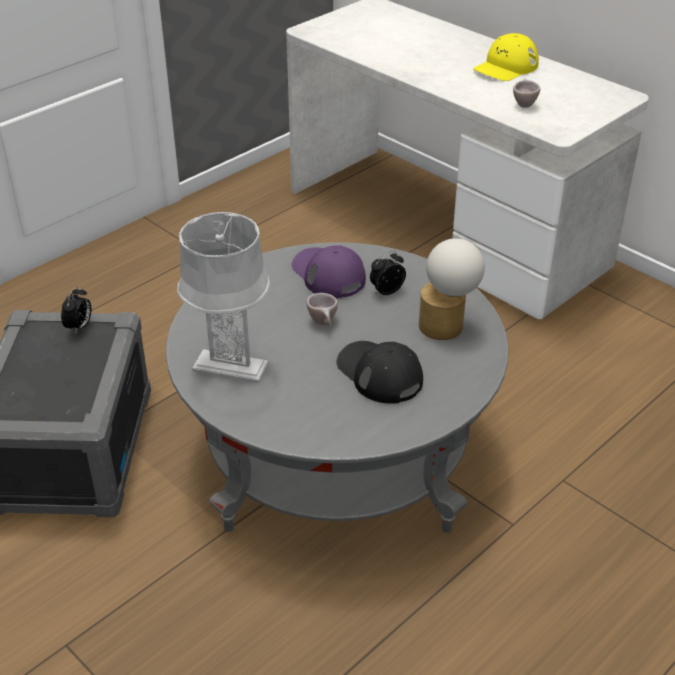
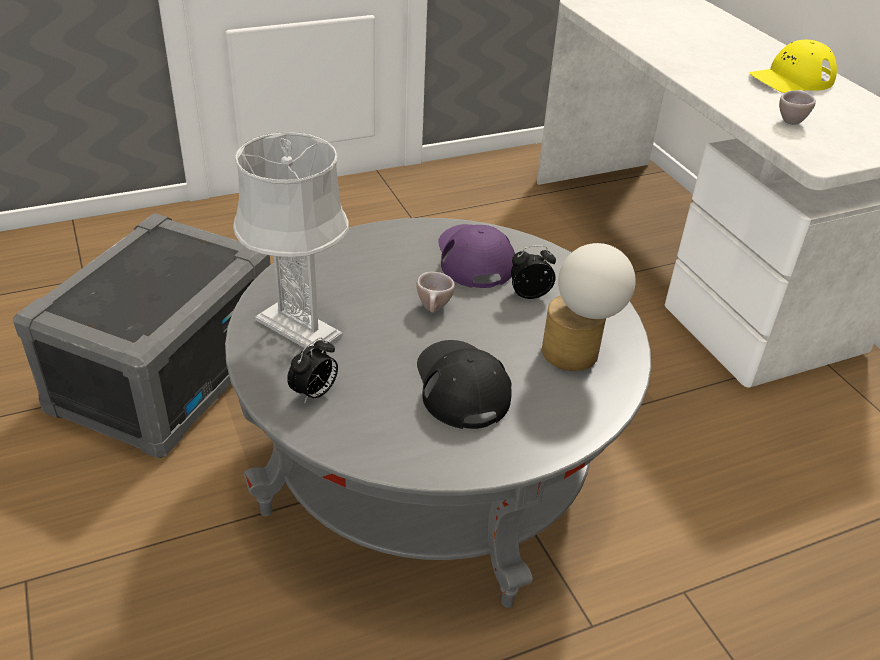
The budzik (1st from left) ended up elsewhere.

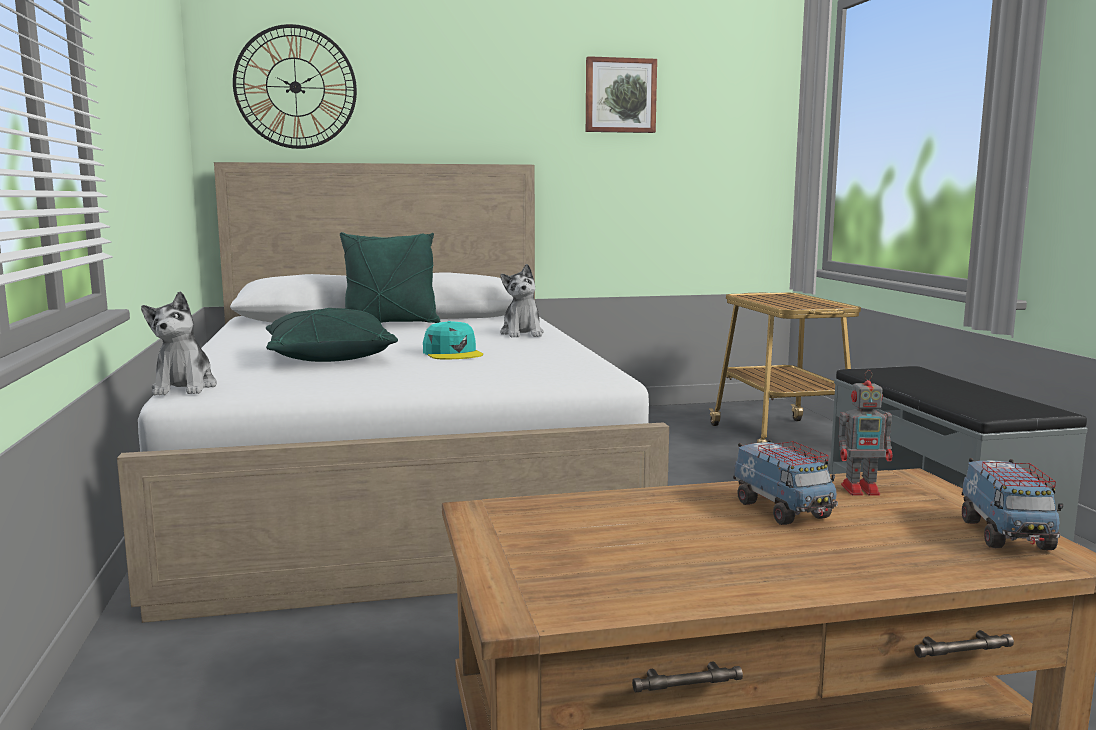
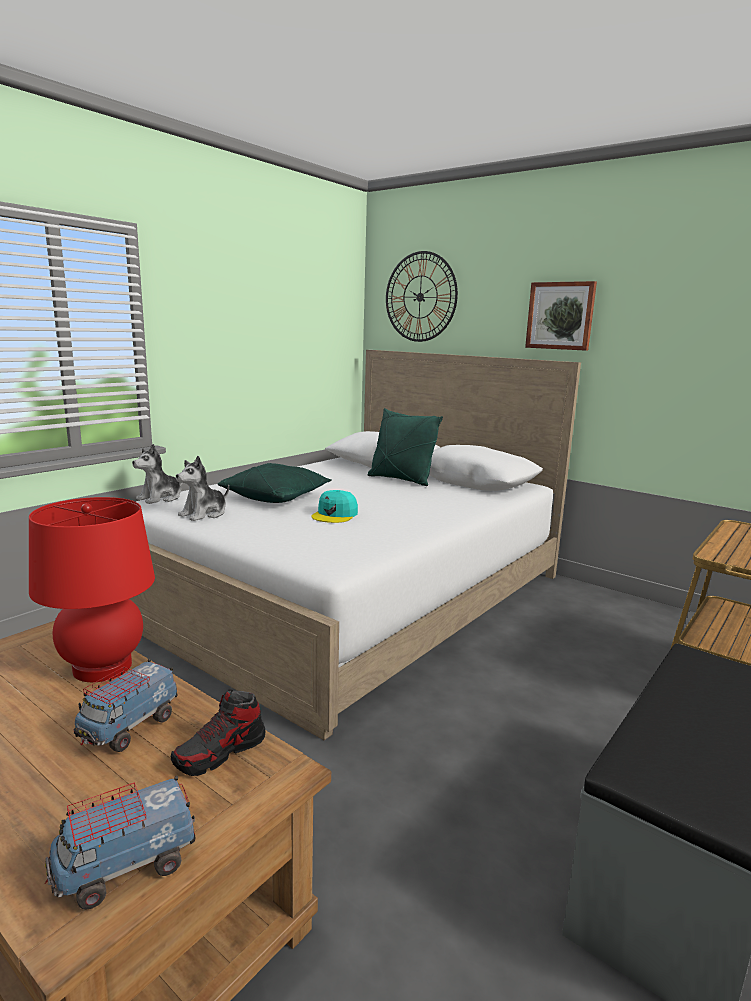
The pluszak (2nd from left) ended up elsewhere. The obraz ended up elsewhere. Where the robot zabawkowy stood, the but came to stand. The second view gained the lampa stołowa/czerwony.

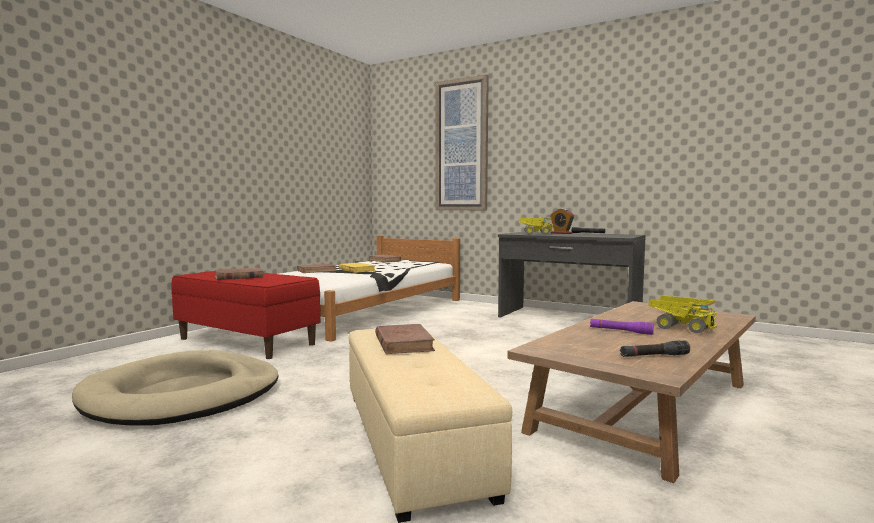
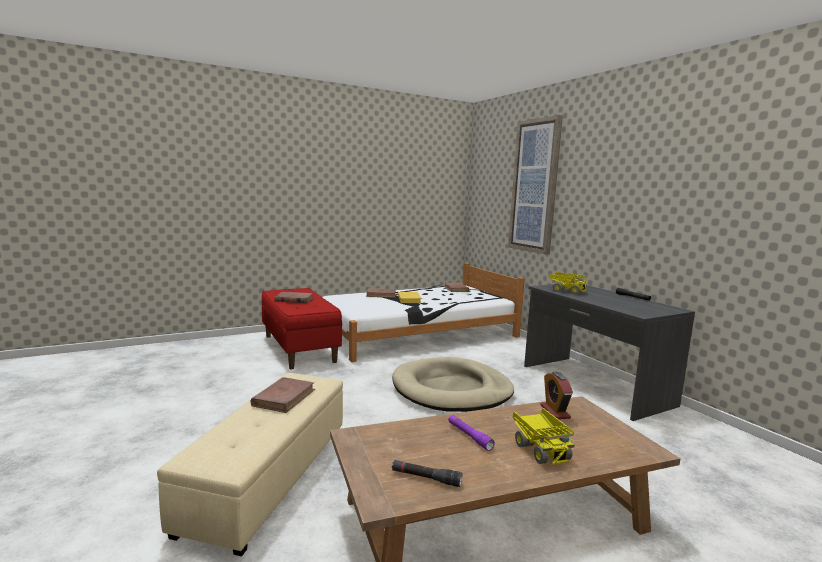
The legowisko/beżowy ended up elsewhere. The budzik ended up elsewhere.

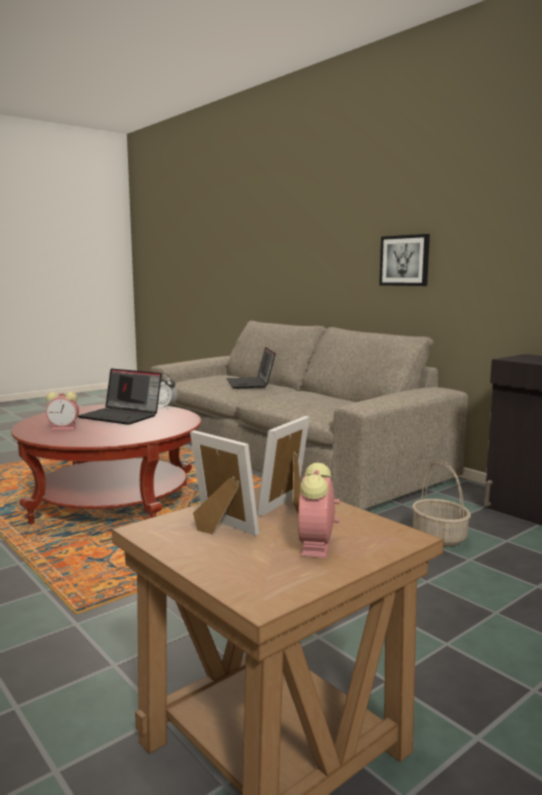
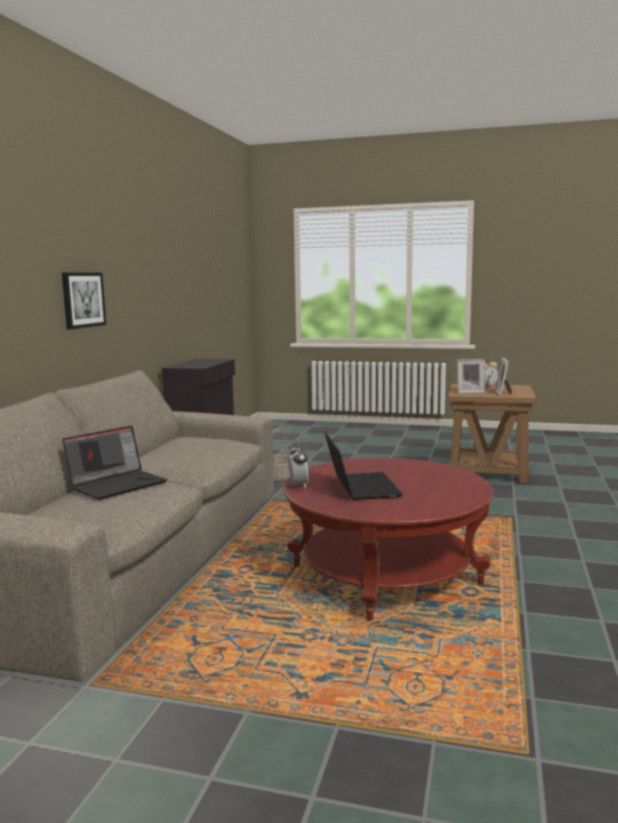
The second view lost the budzik (1st from left).

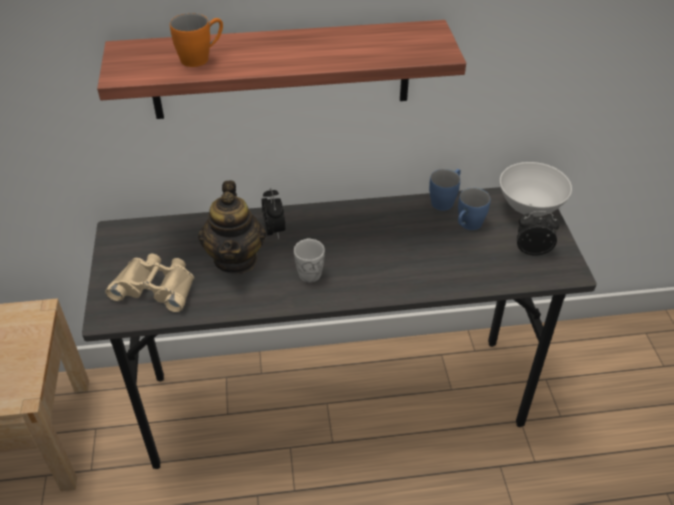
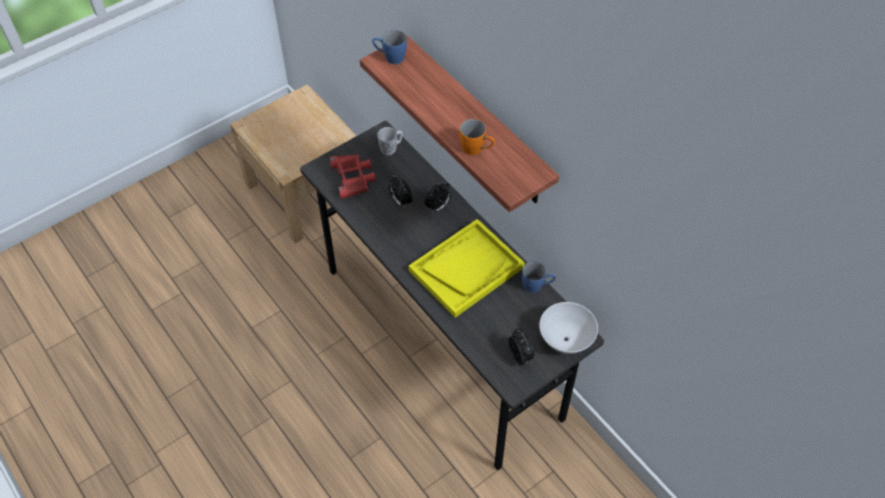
What was the lornetka/beżowy turned into the lornetka/czerwony. The kubek/pomarańczowy ended up elsewhere. Where the imbryk stood, the budzik (1st from left) came to stand. The kubek/biały ended up elsewhere. The kubek/niebieski (2nd from left in the first image) ended up elsewhere. The second view gained the taca/żółty.

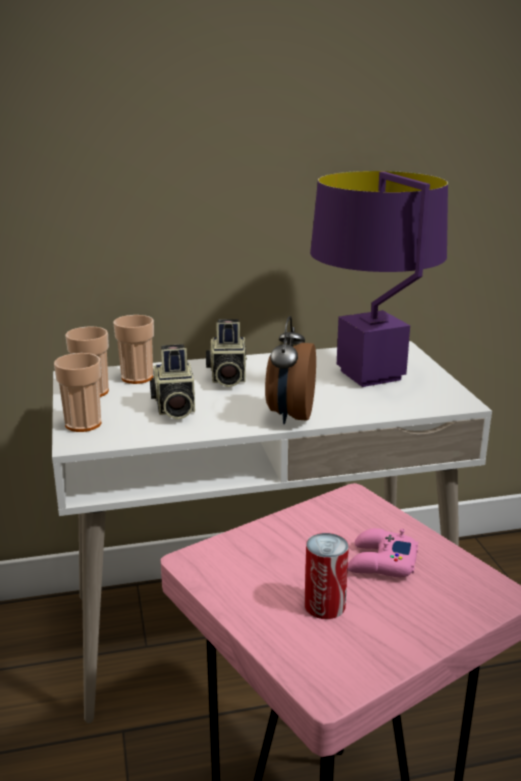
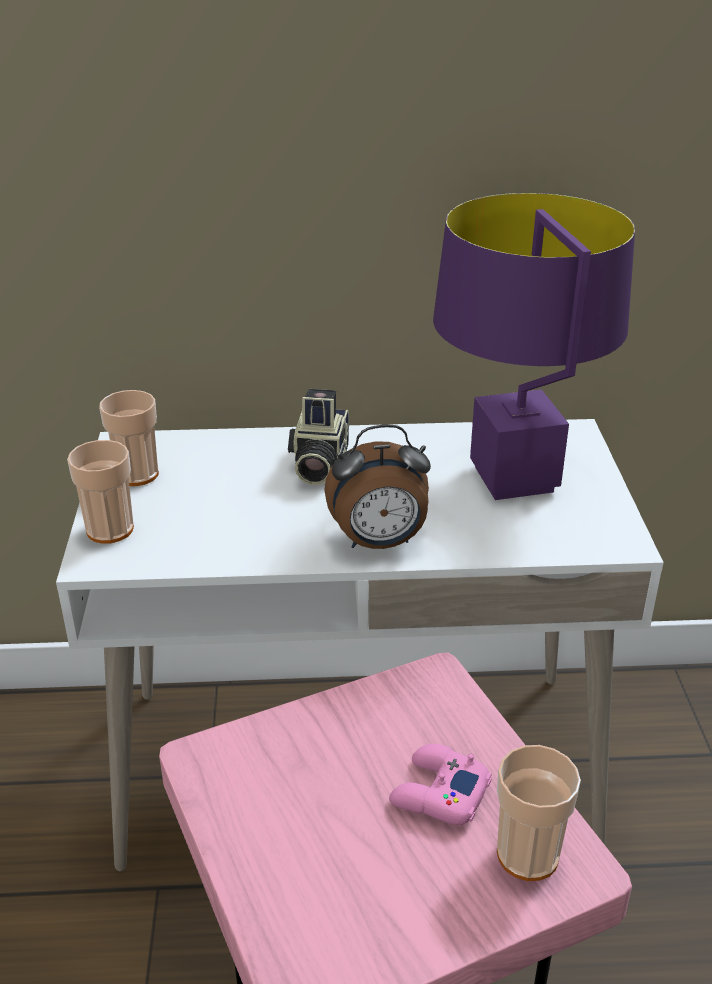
The filiżanka (3rd from left) ended up elsewhere. The second view lost the aparat fotograficzny (1st from left). The budzik ended up facing another way, 120 degrees counterclockwise from before. The second view lost the puszka.

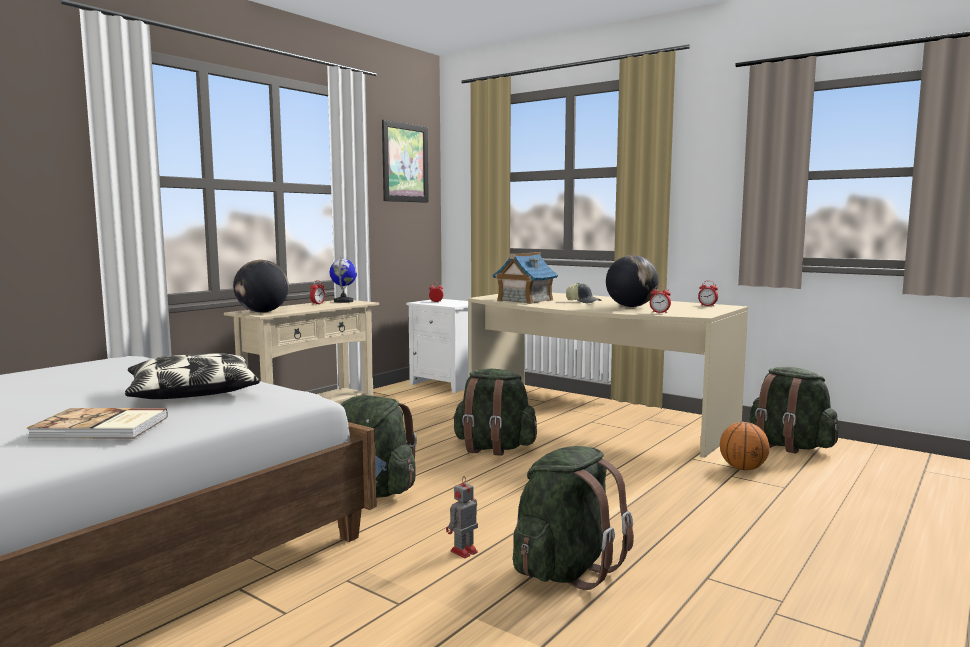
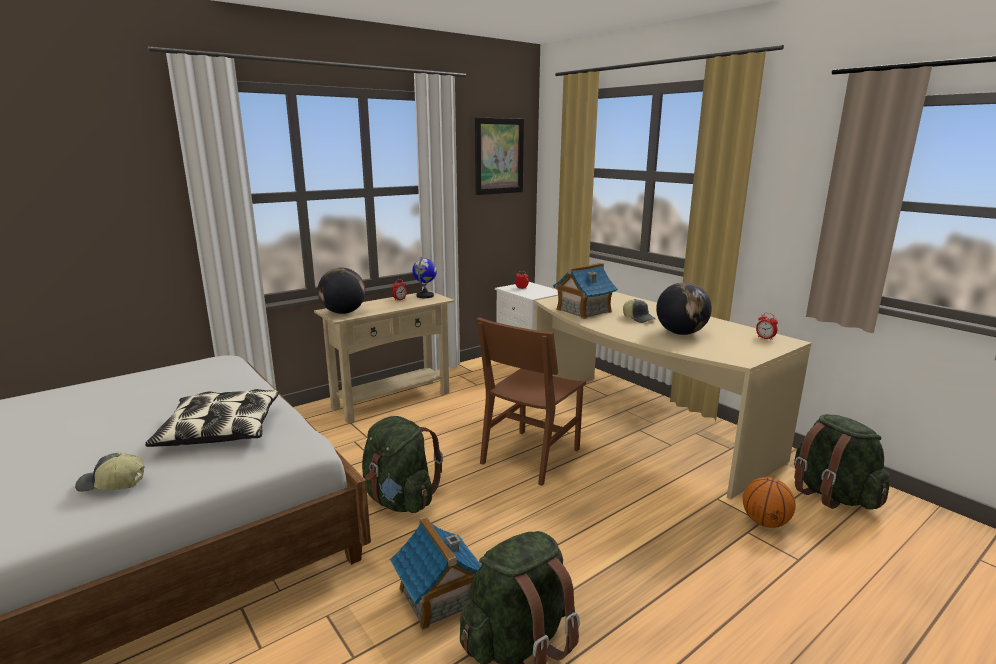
Where the książka stood, the czapka z daszkiem (1st from left) came to stand. Where the robot zabawkowy stood, the domek (1st from left) came to stand. Where the plecak/zielony (2nd from left) stood, the krzesło/brązowy came to stand. The second view lost the budzik (3rd from left).

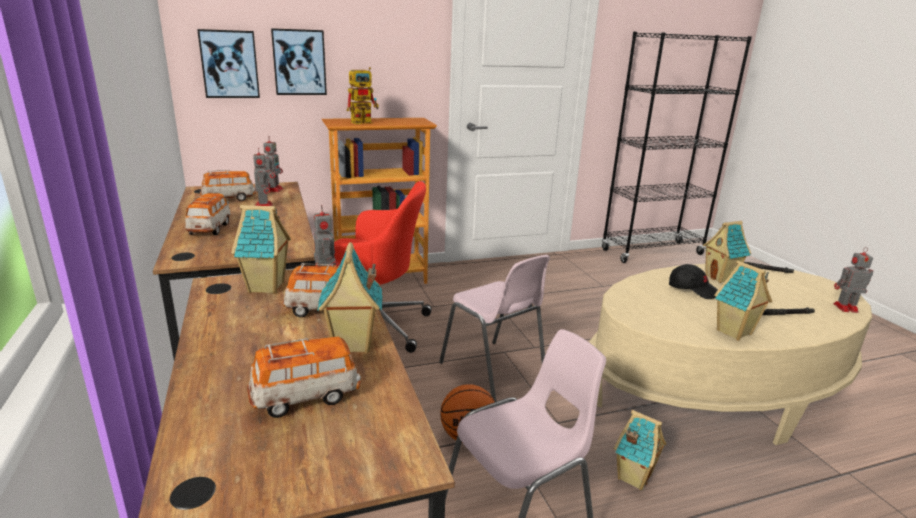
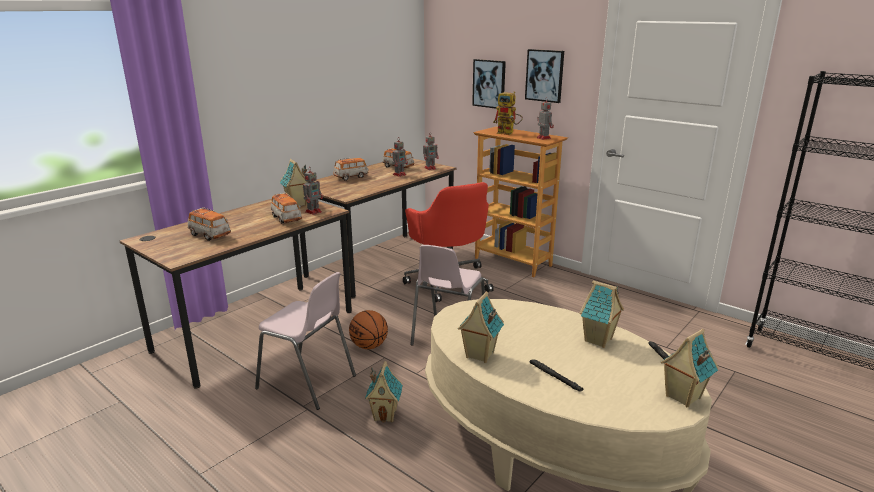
The obraz (1st from left in the first image) ended up elsewhere. The domek (2nd from left in the first image) ended up elsewhere. The second view lost the czapka z daszkiem/czarny. The robot zabawkowy (5th from left) ended up elsewhere.

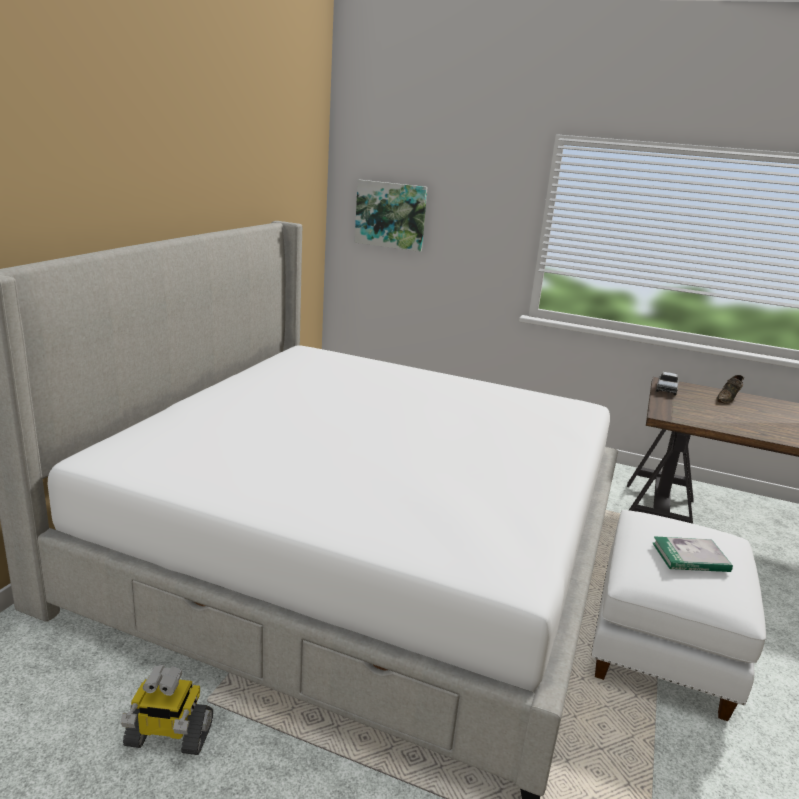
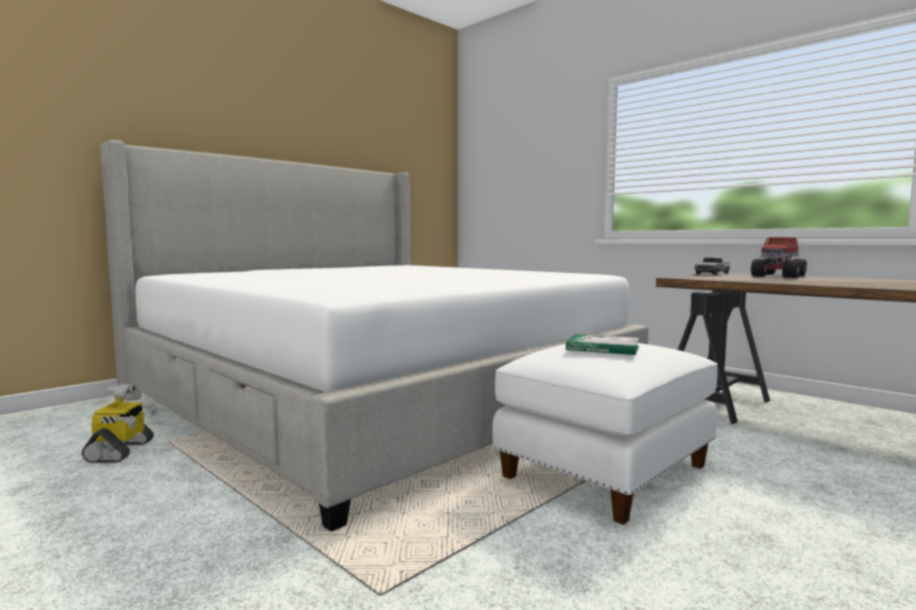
The robot zabawkowy ended up facing another way, 120 degrees counterclockwise from before. The second view lost the obraz. Where the but/brązowy stood, the ciężarówka zabawkowa (2nd from left) came to stand.

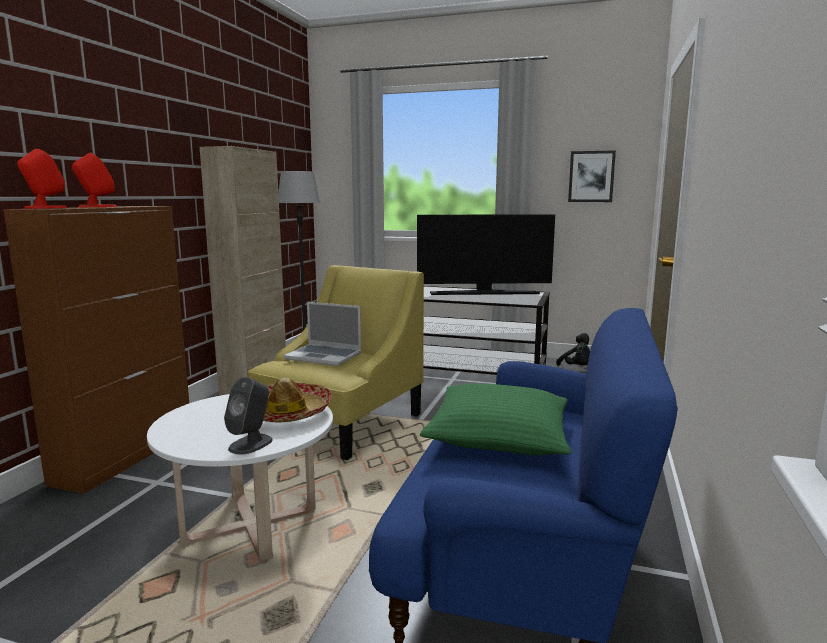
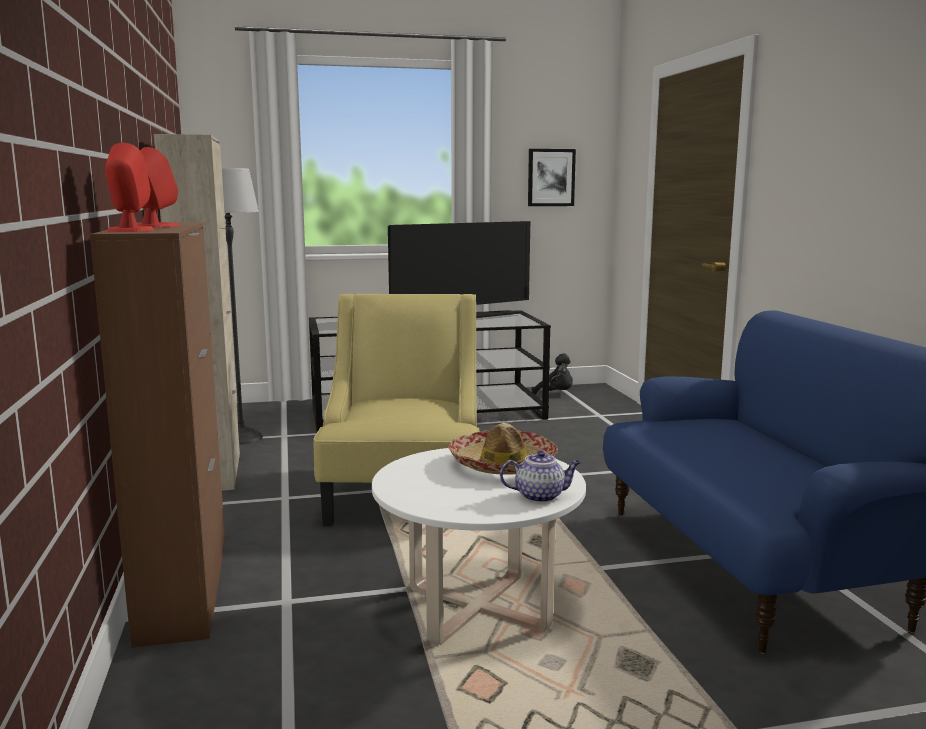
Where the głośnik/szary stood, the imbryk came to stand. The second view lost the laptop. The second view lost the poduszka/zielony.

